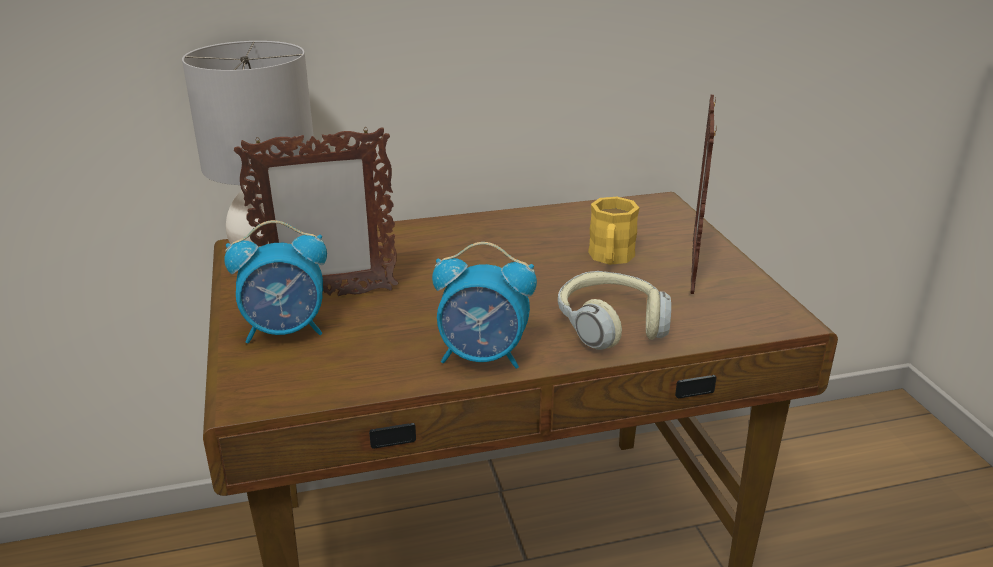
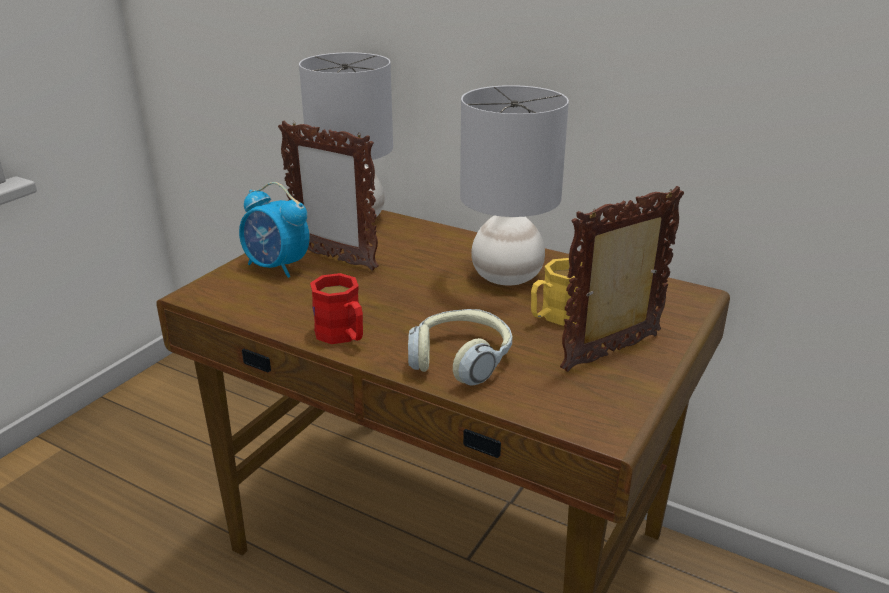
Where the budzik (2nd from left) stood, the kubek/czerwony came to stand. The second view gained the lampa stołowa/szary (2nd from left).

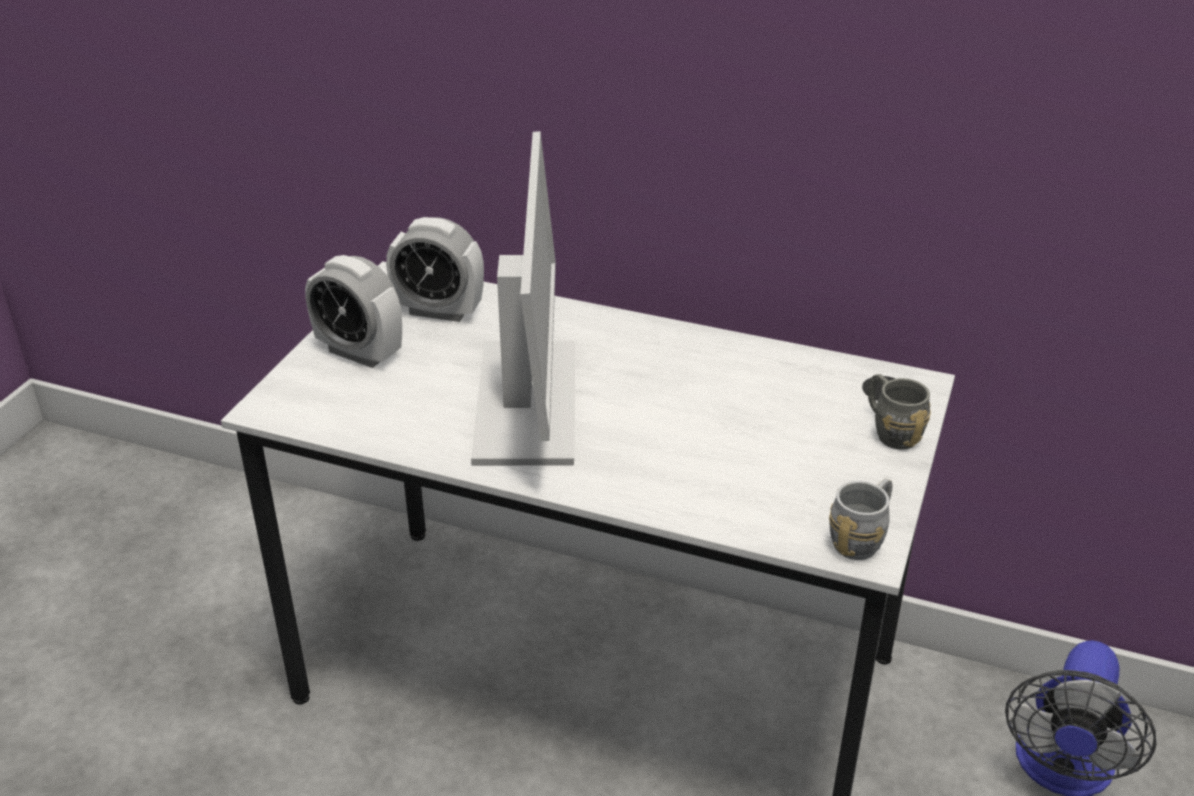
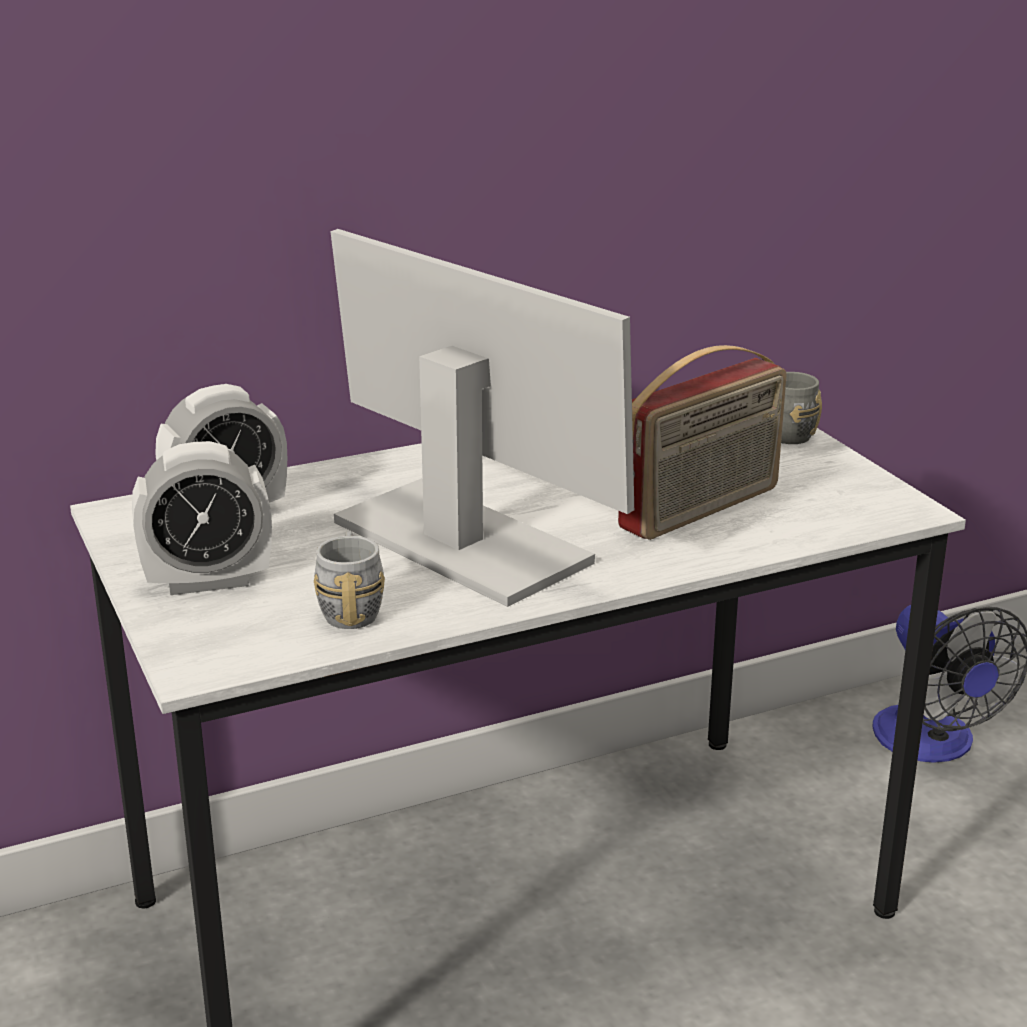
The kubek/szary (1st from left) ended up elsewhere. The second view gained the radio.

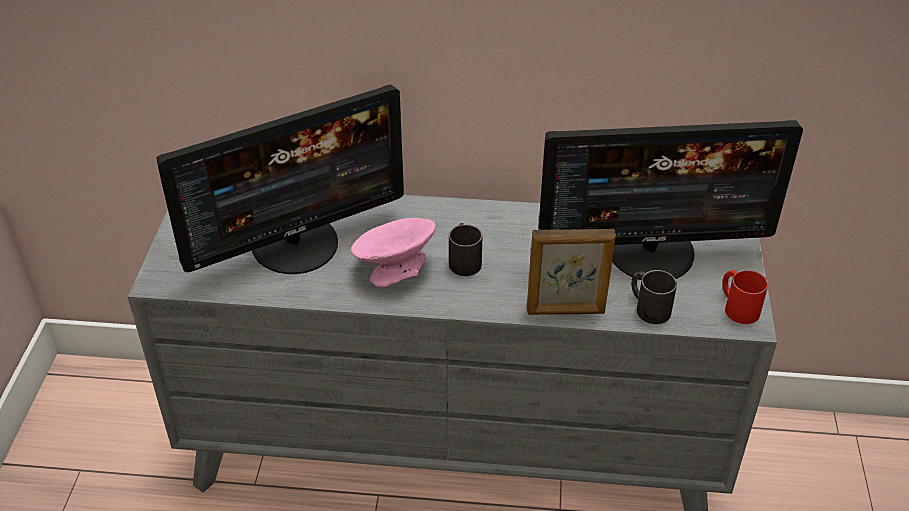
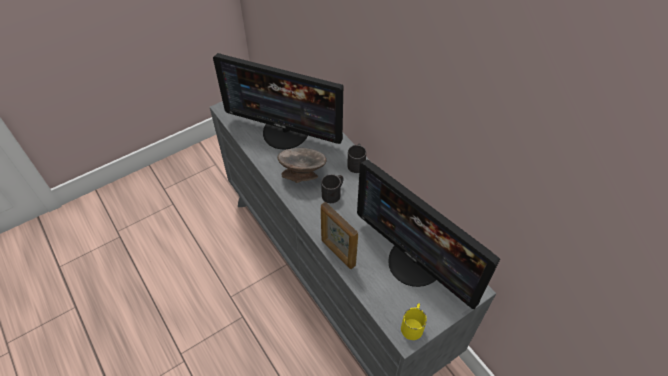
What was the miska/różowy turned into the miska/szary. The kubek/czarny (2nd from left) ended up elsewhere. What was the kubek/czerwony turned into the kubek/żółty.

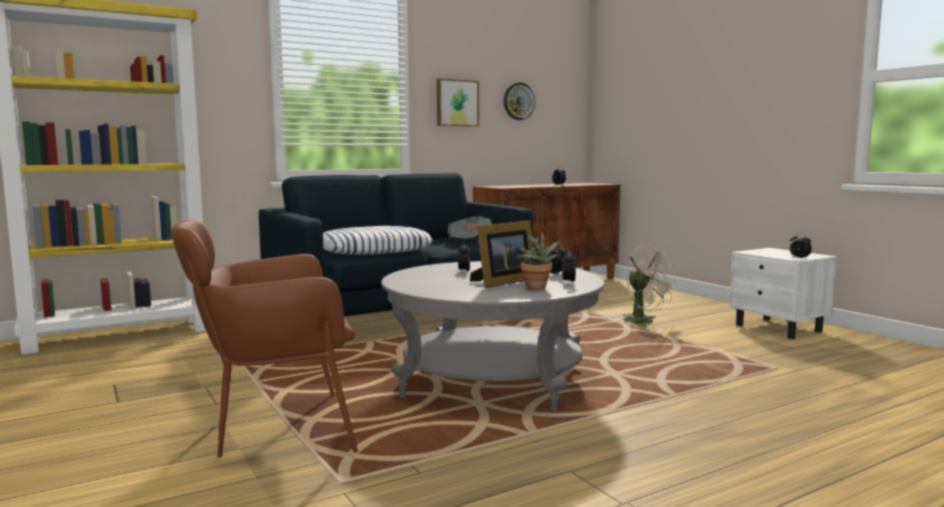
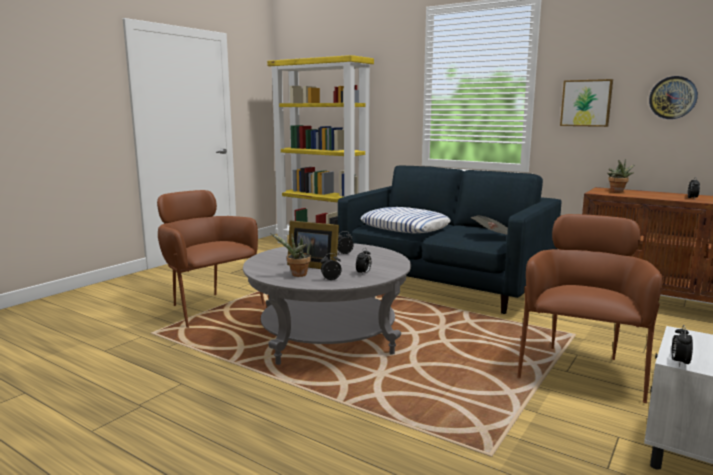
Where the wentylator/beżowy stood, the fotel/brązowy (2nd from left) came to stand. The second view gained the roślina doniczkowa (2nd from left).

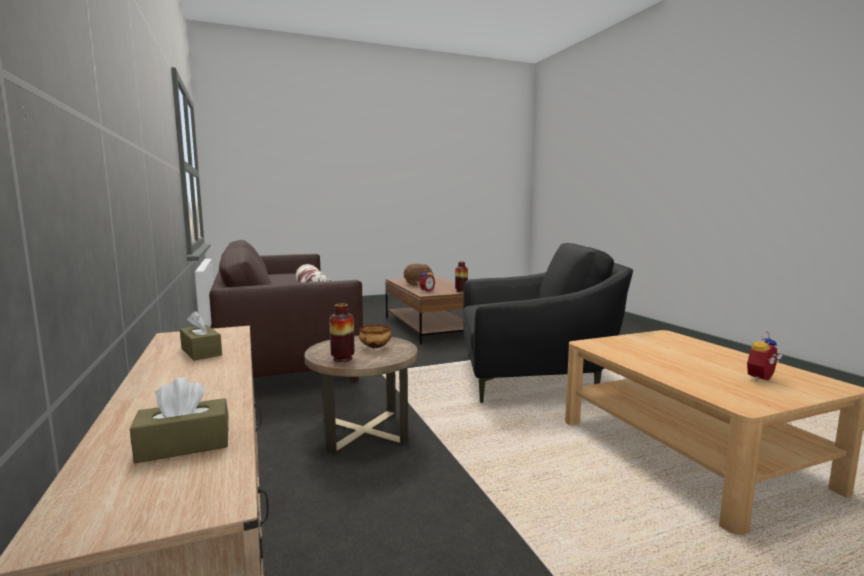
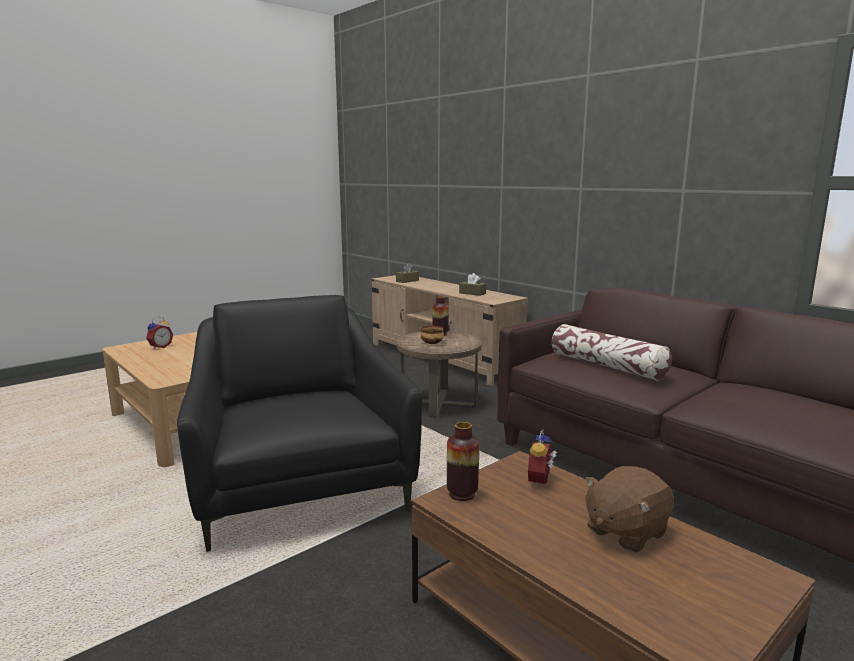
The fotel/czarny ended up facing another way, 90 degrees clockwise from before.

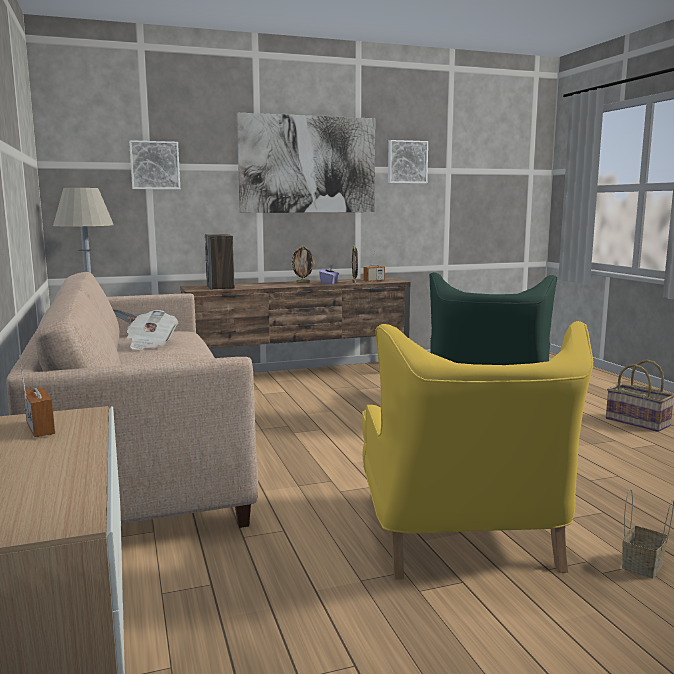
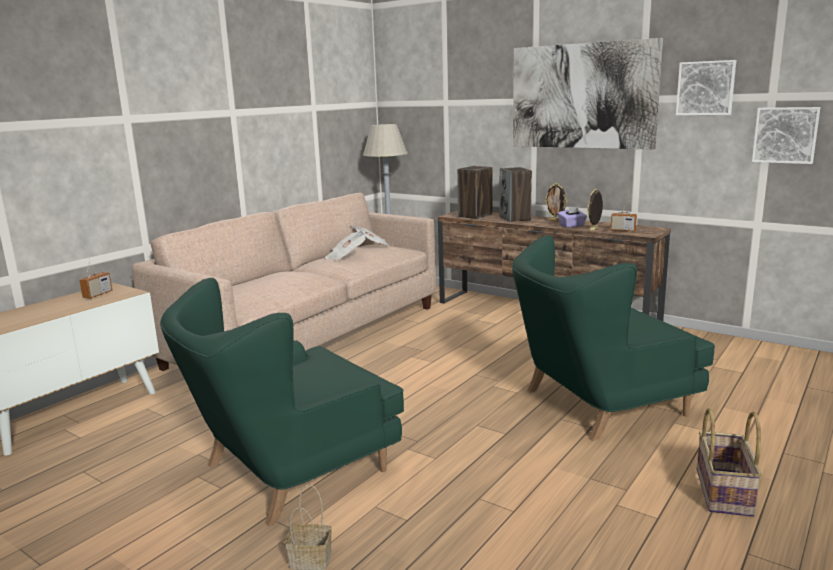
The obraz (1st from left in the first image) ended up elsewhere. What was the fotel/żółty turned into the fotel/zielony (1st from left). The second view gained the głośnik (2nd from left).

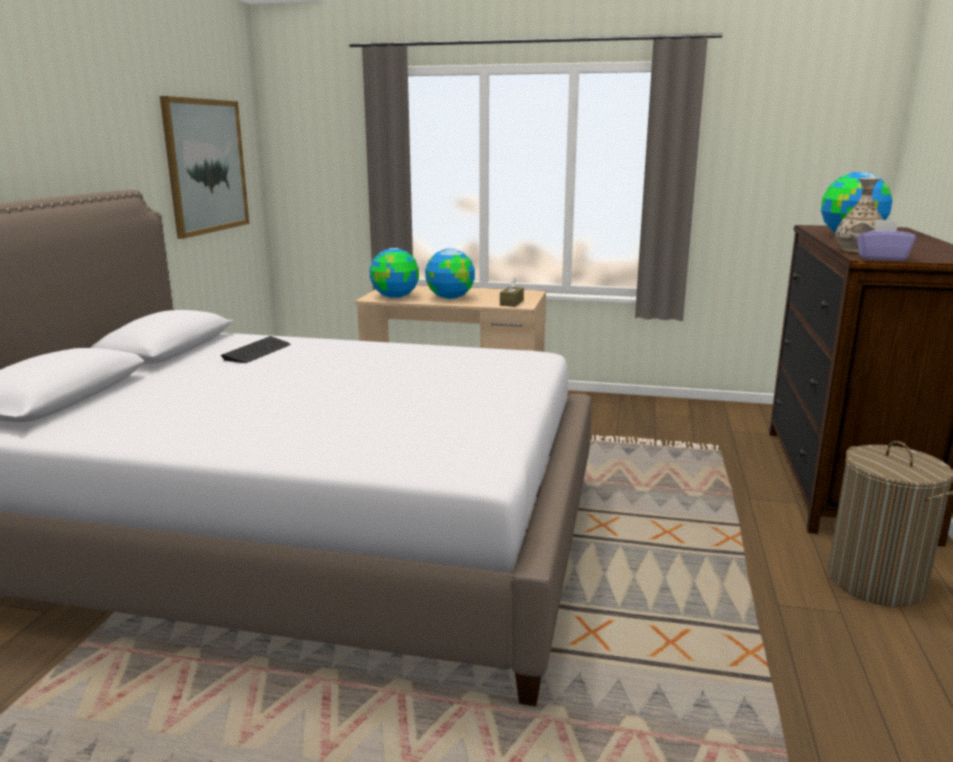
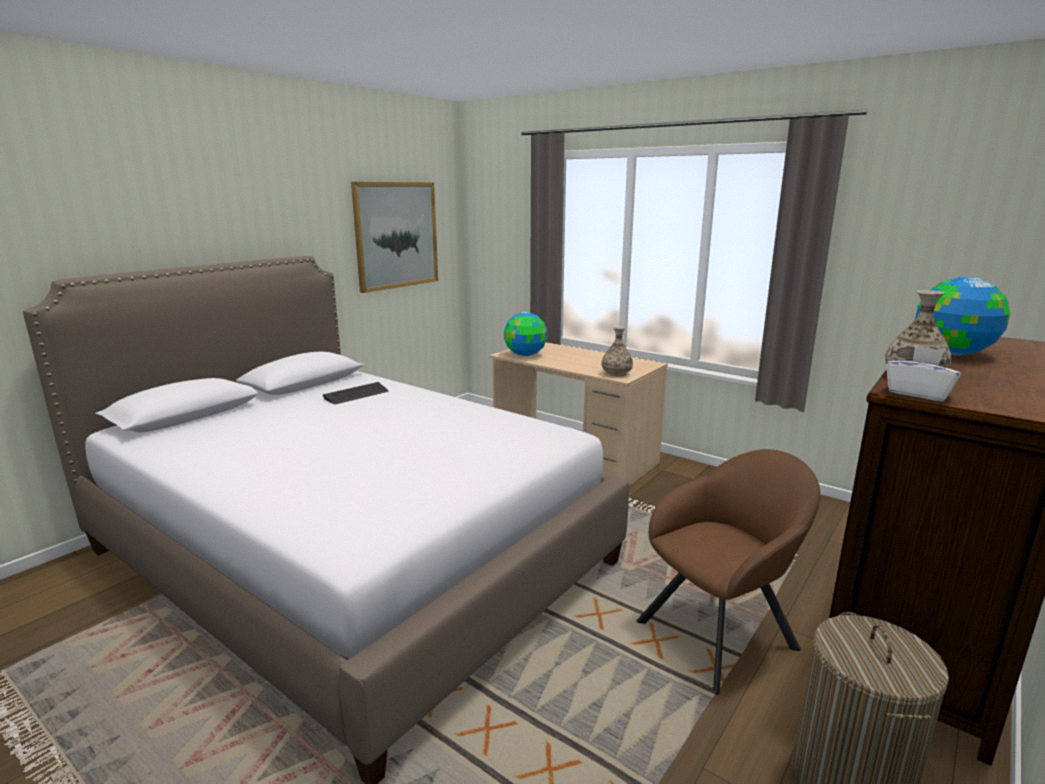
The second view lost the globus (2nd from left). Where the pudełko chusteczek/brązowy stood, the wazon (1st from left) came to stand. What was the pudełko chusteczek/fioletowy turned into the pudełko chusteczek/biały. The second view gained the fotel/brązowy.

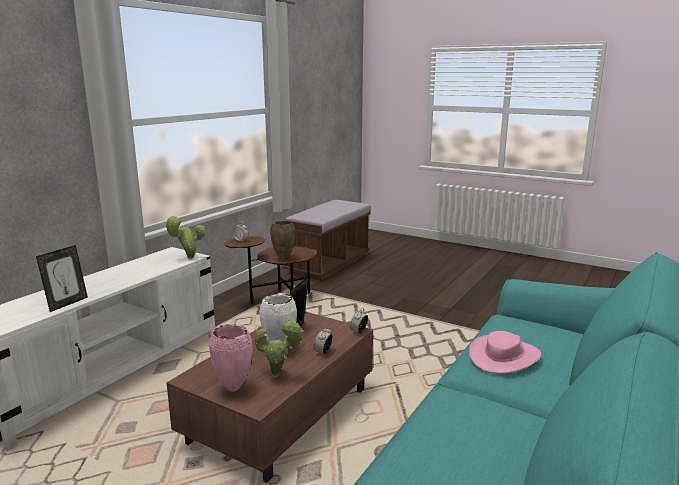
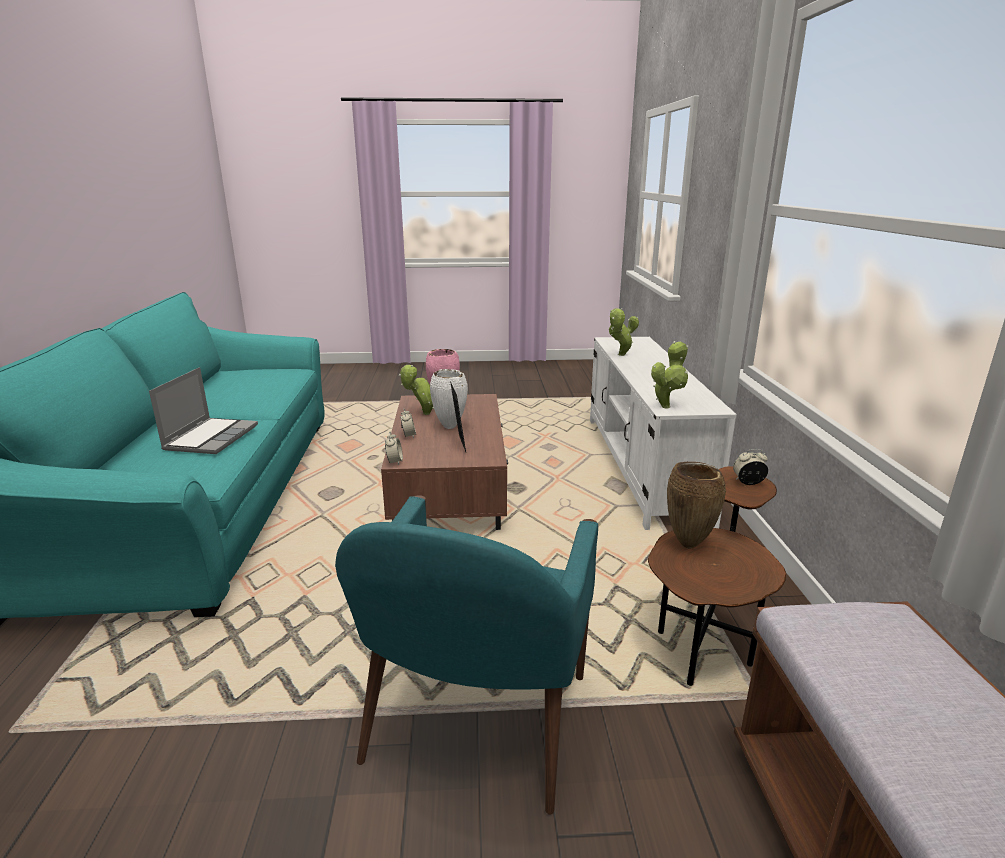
Where the ramka na zdjęcie (1st from left) stood, the roślina doniczkowa (2nd from left) came to stand. Where the kapelusz/różowy stood, the laptop came to stand. The second view gained the fotel/turkusowy.

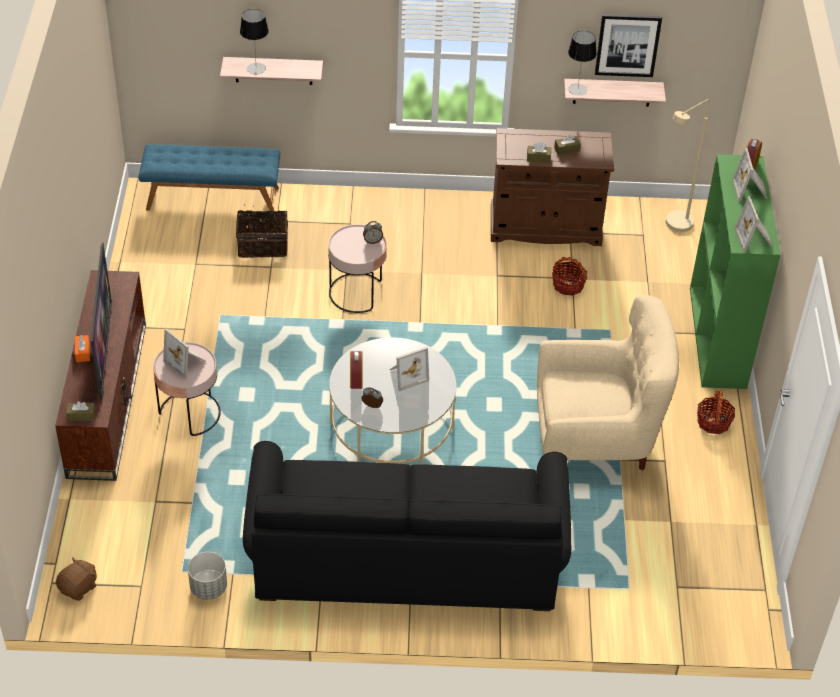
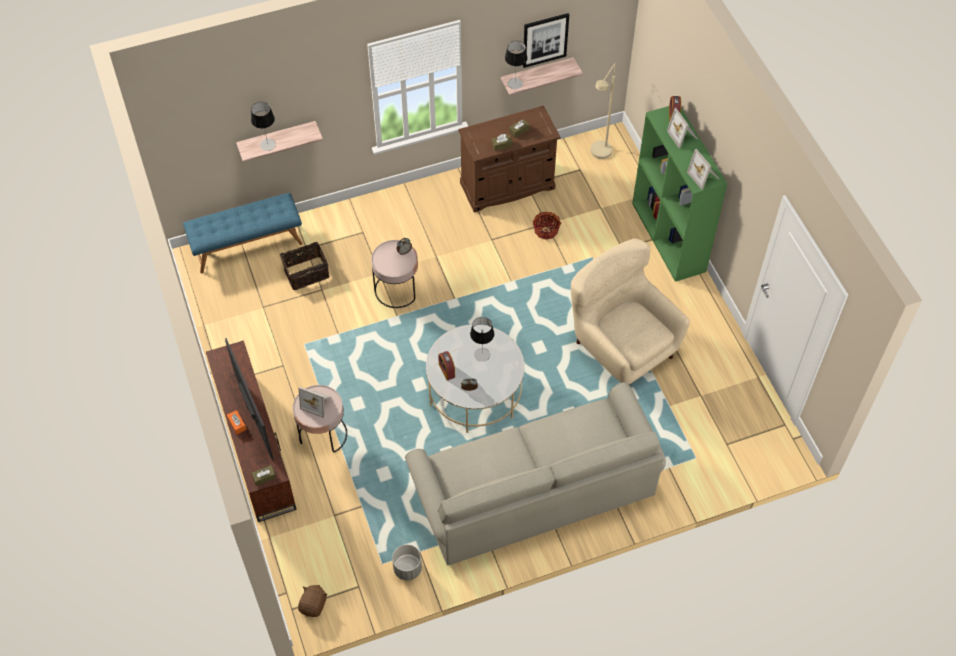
What was the kanapa/czarny turned into the kanapa/beżowy. Where the ramka na zdjęcie (2nd from left) stood, the lampa stołowa (2nd from left) came to stand. The fotel/beżowy ended up facing another way, 105 degrees counterclockwise from before. The second view lost the koszyk (3rd from left).

